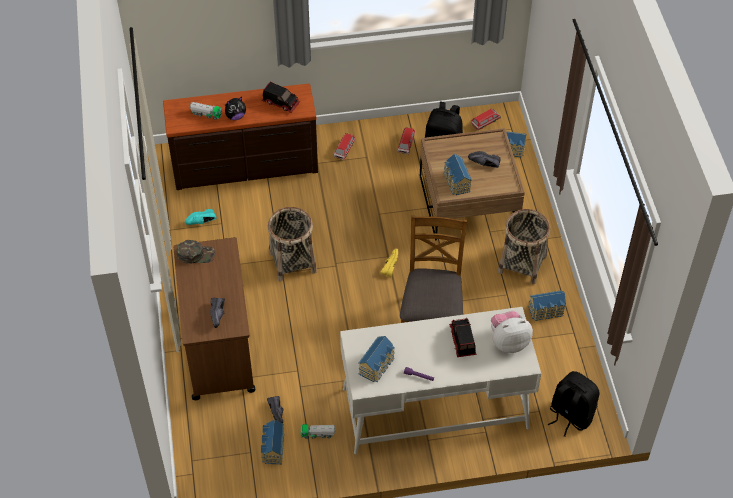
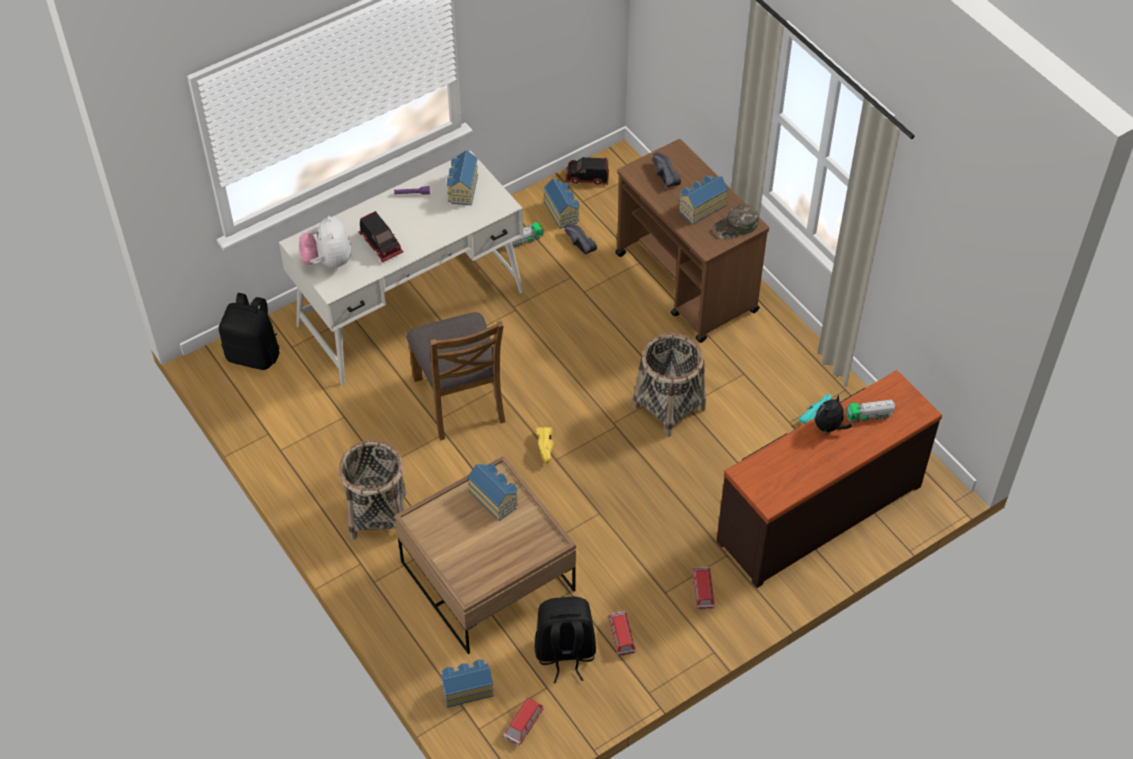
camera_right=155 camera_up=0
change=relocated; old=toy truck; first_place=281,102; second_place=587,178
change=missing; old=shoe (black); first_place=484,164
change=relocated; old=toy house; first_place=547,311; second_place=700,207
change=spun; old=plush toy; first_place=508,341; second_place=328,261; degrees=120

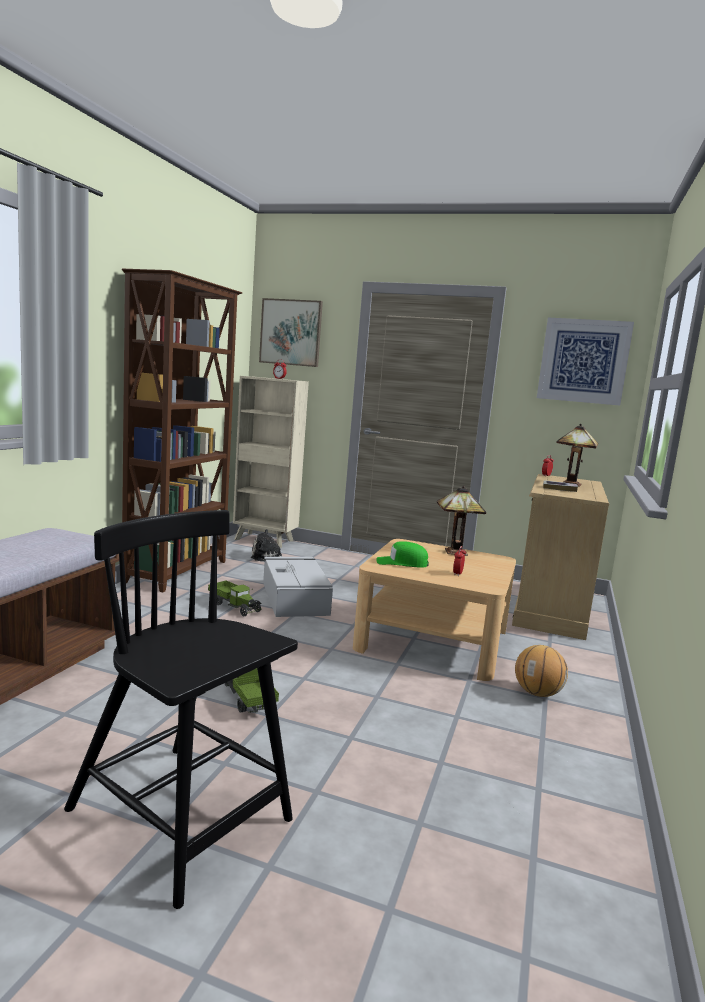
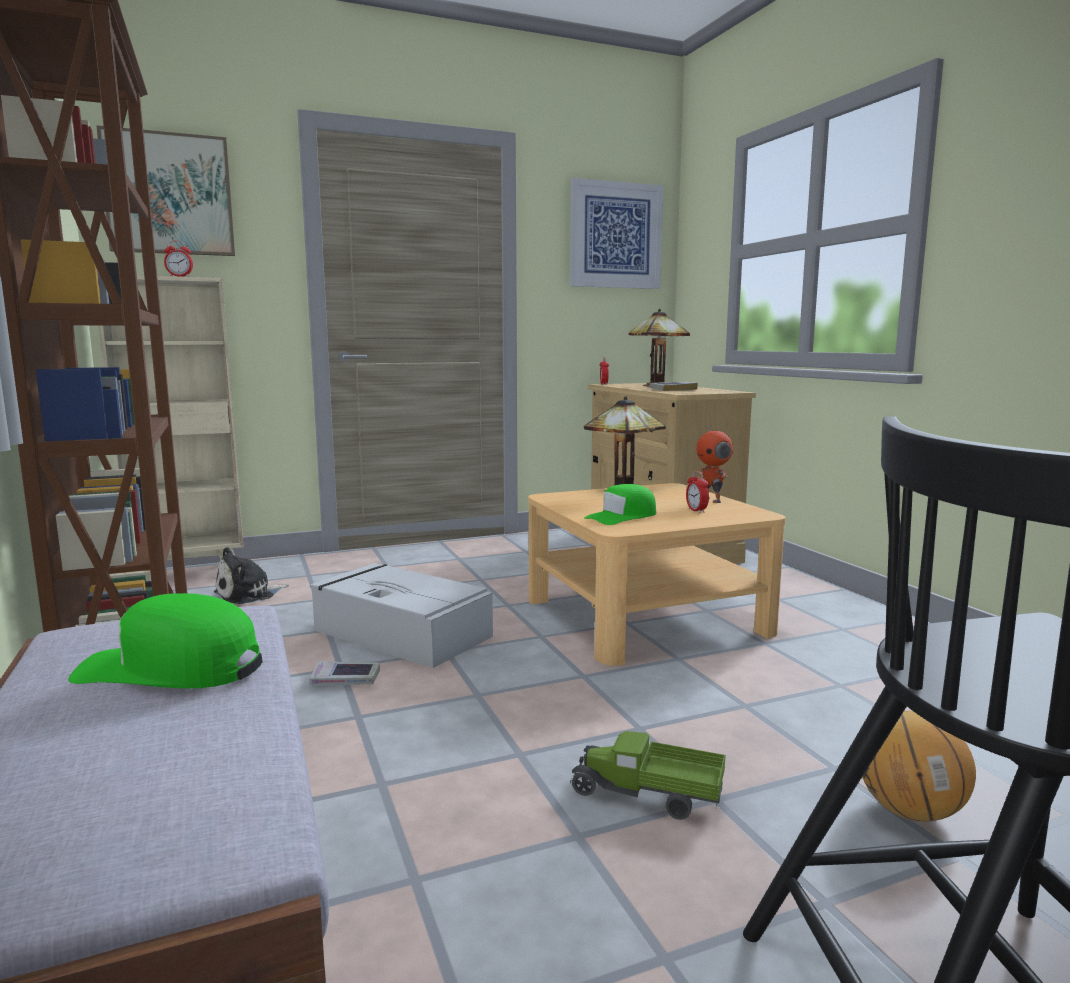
camera_right=-40 camera_up=0
change=exchanged; old=toy truck; new=book; first_place=234,606; second_place=345,679
change=relocated; old=basketball; first_place=537,693; second_place=909,811
change=appeared; new=toy robot; second_place=712,500
change=appeared; new=cap (green); second_place=171,668

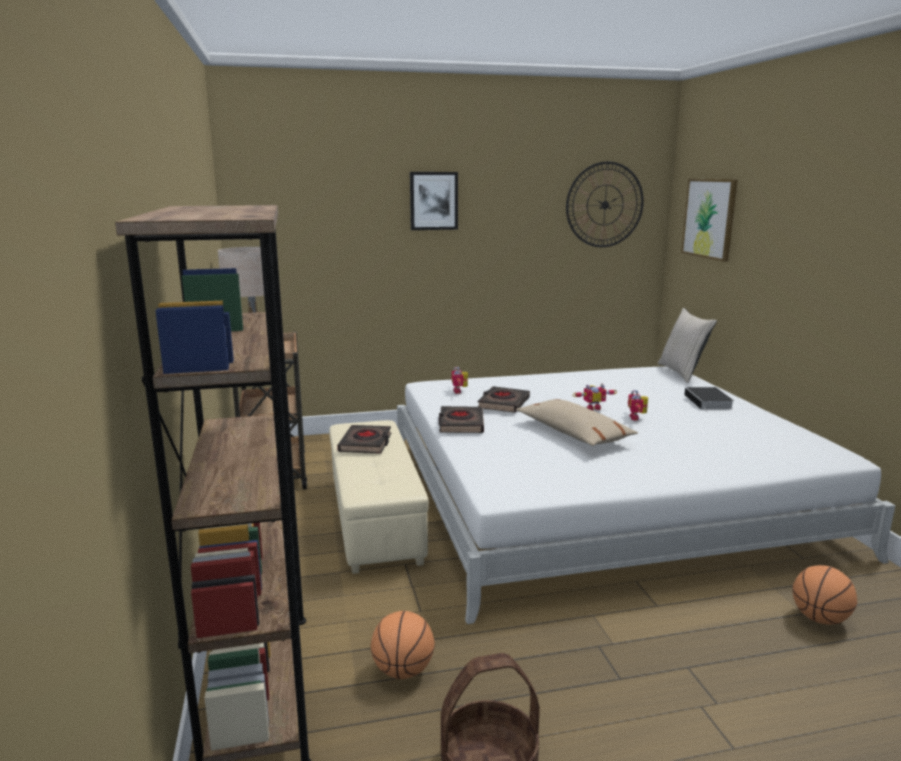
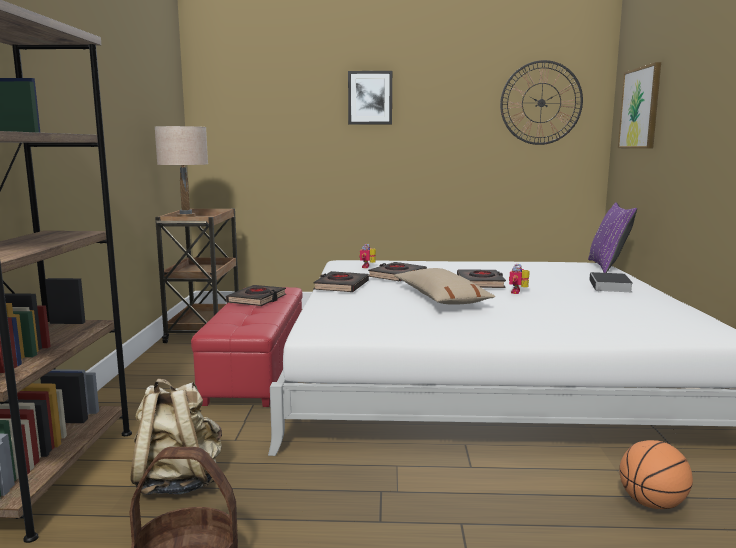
camera_right=15 camera_up=-5
change=colour; old=pillow (beige); new=pillow (purple); first_place=682,373; second_place=608,267
change=exchanged; old=toy robot; new=book (black); first_place=592,408; second_place=480,283
change=colour; old=ottoman (beige); new=ottoman (red); first_place=376,518; second_place=258,369
change=exchanged; old=basketball; new=backpack (beige); first_place=403,671; second_place=178,482

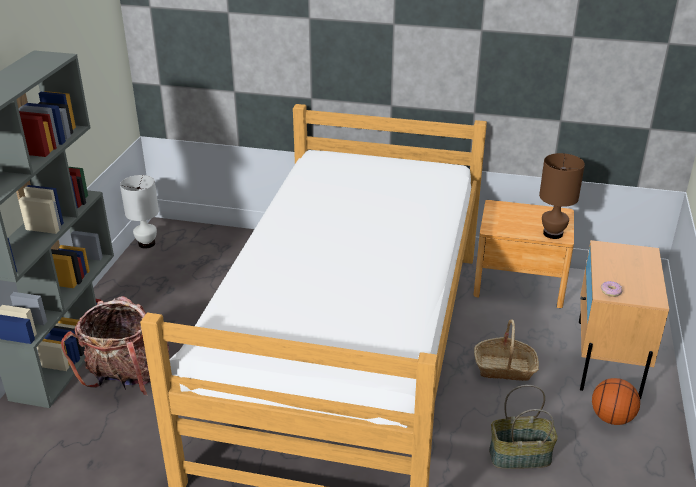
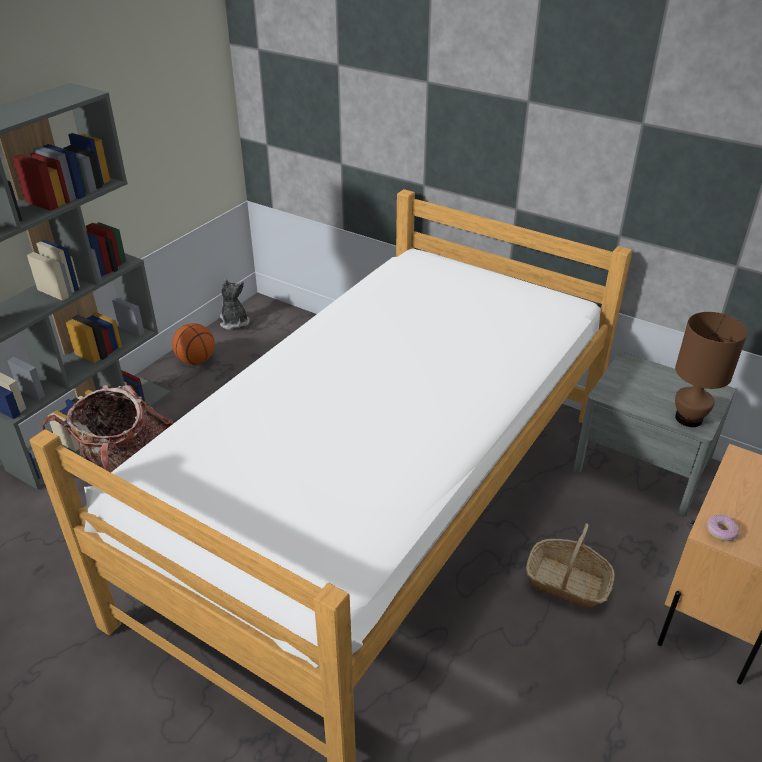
camera_right=20 camera_up=5
change=exchanged; old=table lamp (white); new=plush toy; first_place=146,244; second_place=234,322
change=colour; old=nightstand (brown); new=nightstand (grey); first_place=519,283; second_place=641,467
change=relocated; old=basketball; first_place=611,418; second_place=196,360
change=missing; old=basket; first_place=519,457

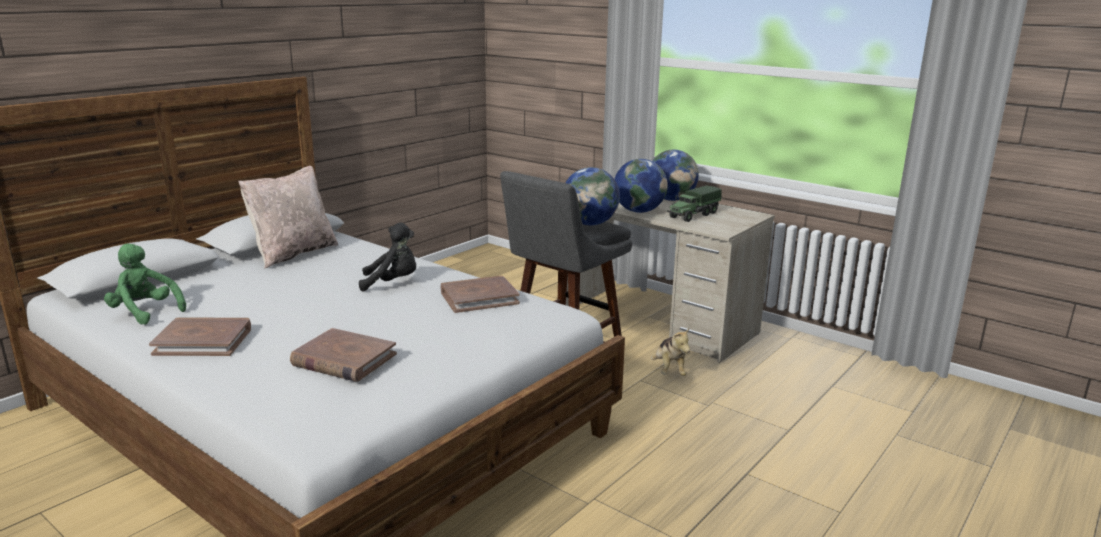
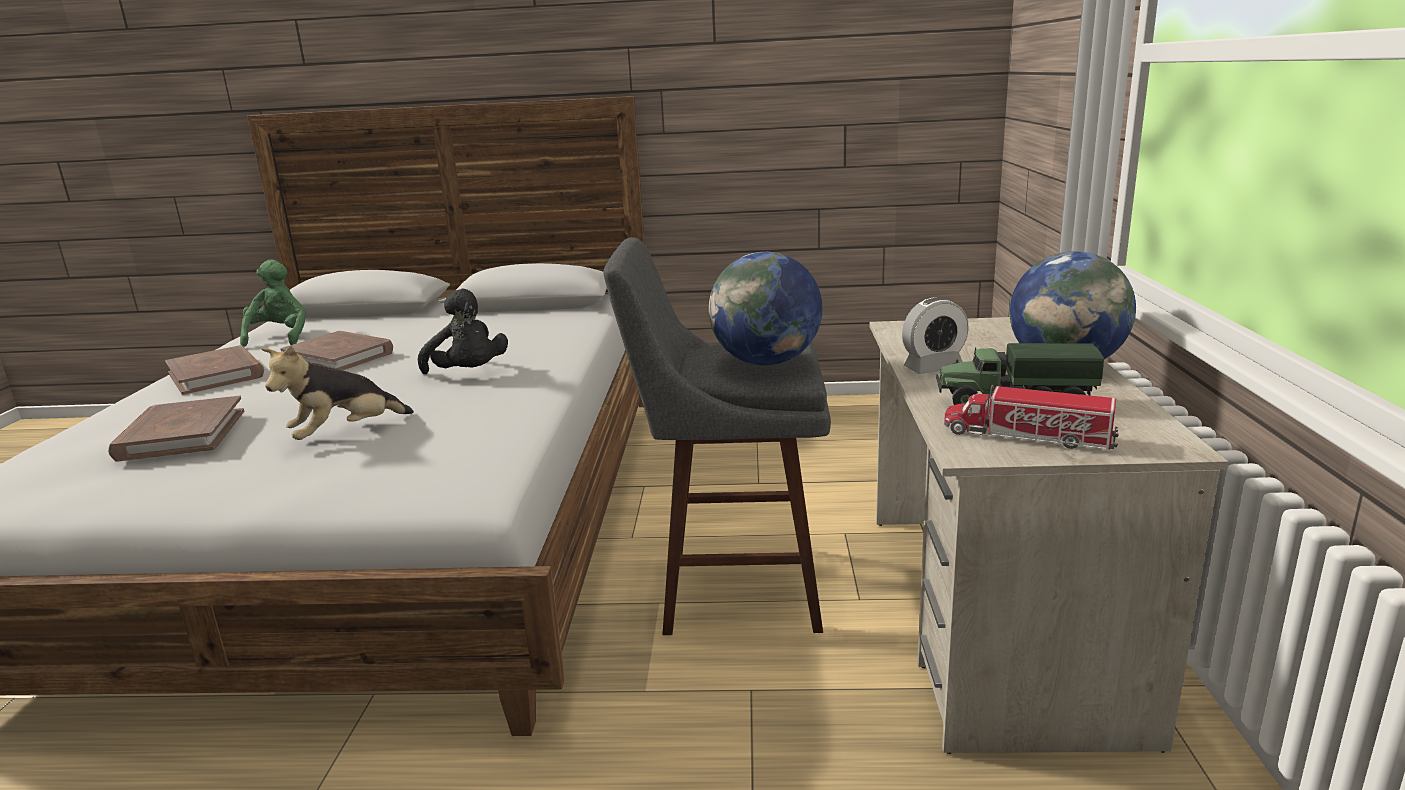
camera_right=55 camera_up=0
change=exchanged; old=globe; new=alarm clock; first_place=638,211; second_place=933,368
change=missing; old=pillow (beige); first_place=293,253
change=relocated; old=book (brown); first_place=479,298; second_place=339,356
change=relocated; old=plush toy; first_place=669,370; second_place=345,434
change=appeared; new=toy truck; second_place=1027,437

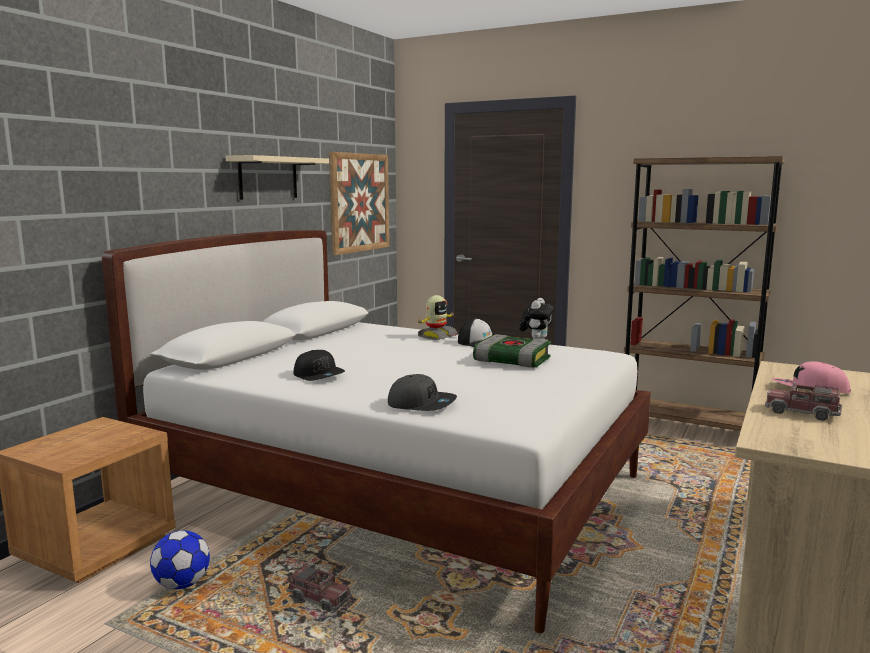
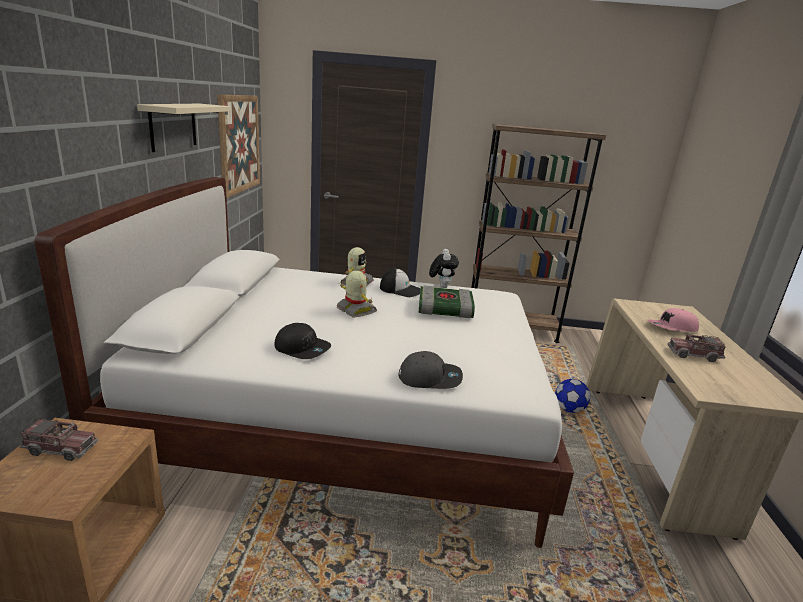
camera_right=-25 camera_up=10
change=relocated; old=football; first_place=182,584; second_place=569,409
change=relocated; old=toy truck; first_place=319,599; second_place=61,448
change=appeared; new=toy robot; second_place=355,310

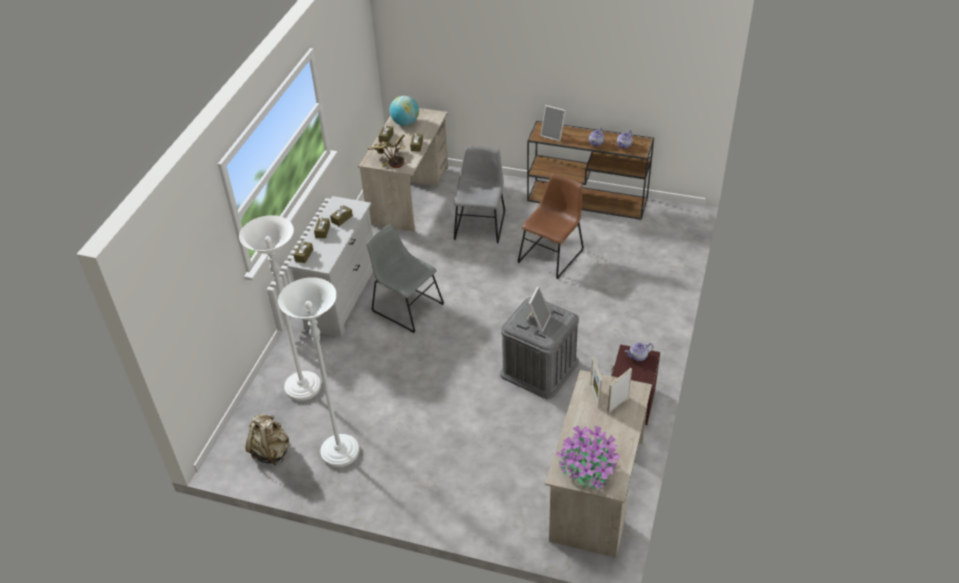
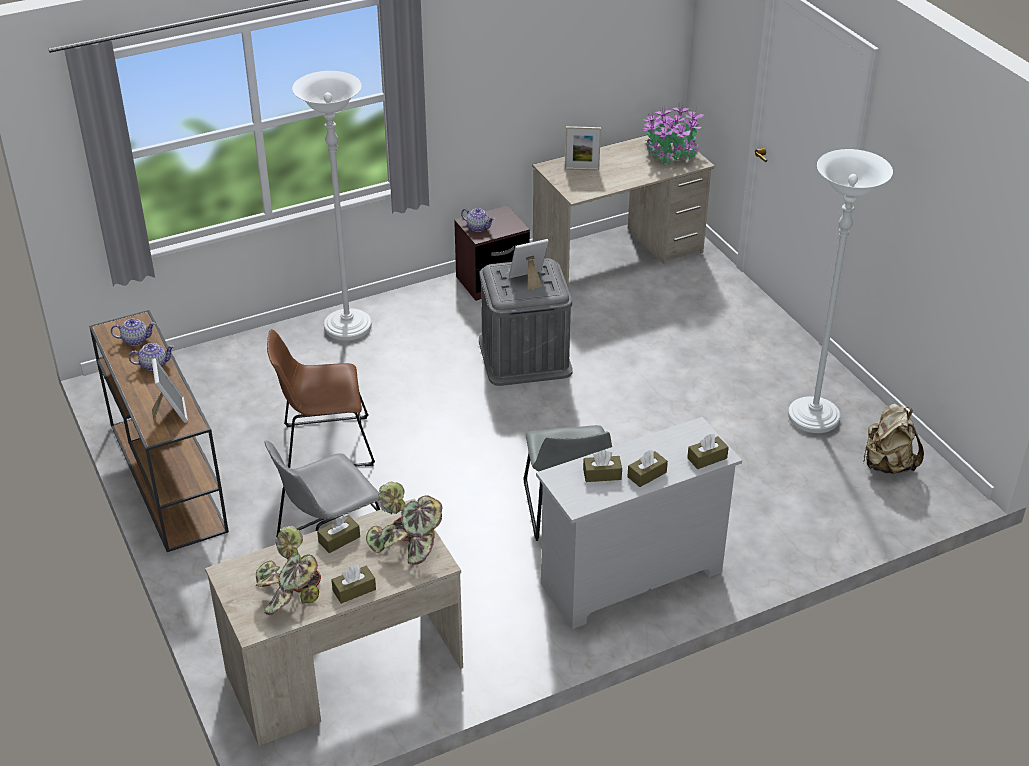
camera_right=-135 camera_up=-5
change=exchanged; old=globe; new=potted plant; first_place=405,123; second_place=289,596
change=relocated; old=floor lamp (white); first_place=303,388; second_place=348,327
change=missing; old=picture frame; first_place=594,396

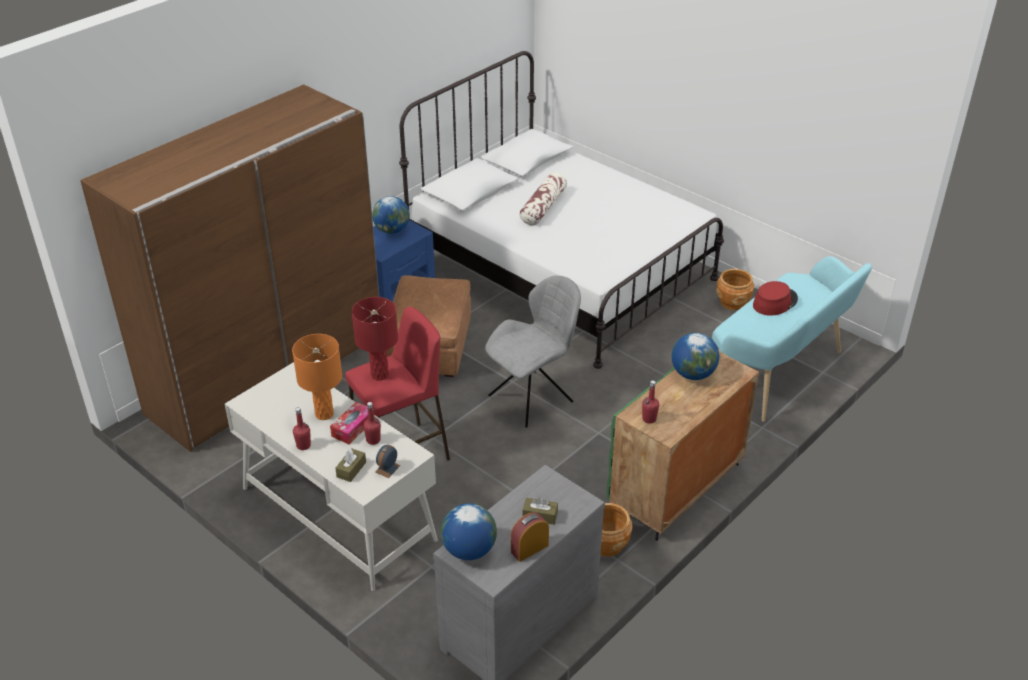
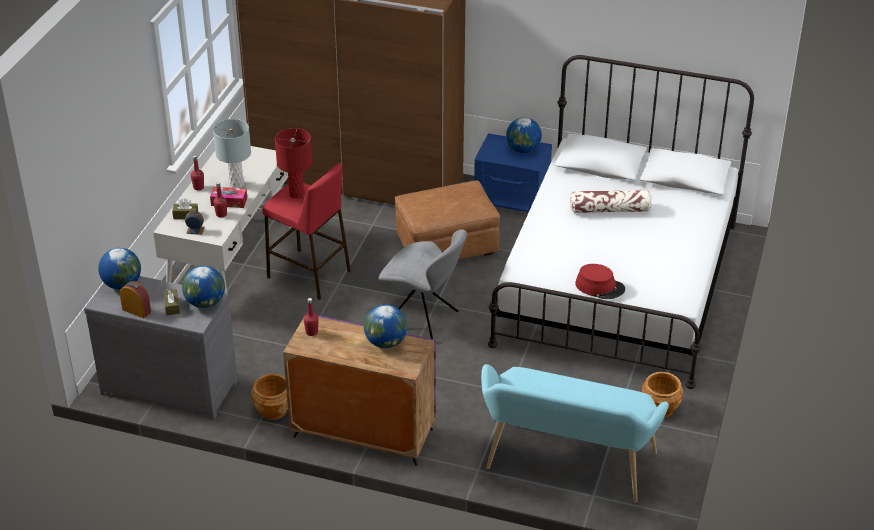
camera_right=65 camera_up=0
change=relocated; old=hat (red); first_place=774,302; second_place=600,287
change=colour; old=table lamp (orange); new=table lamp (grey); first_place=324,414; second_place=236,184
change=colour; old=cabinet (green); new=cabinet (purple); first_place=676,488; second_place=362,433
change=appeared; new=globe; second_place=205,303

